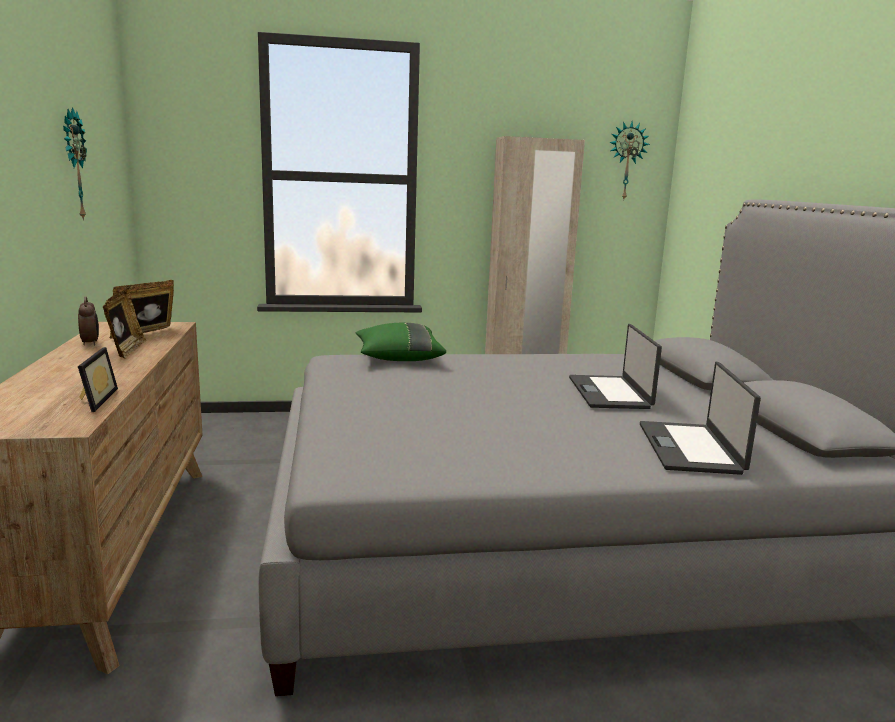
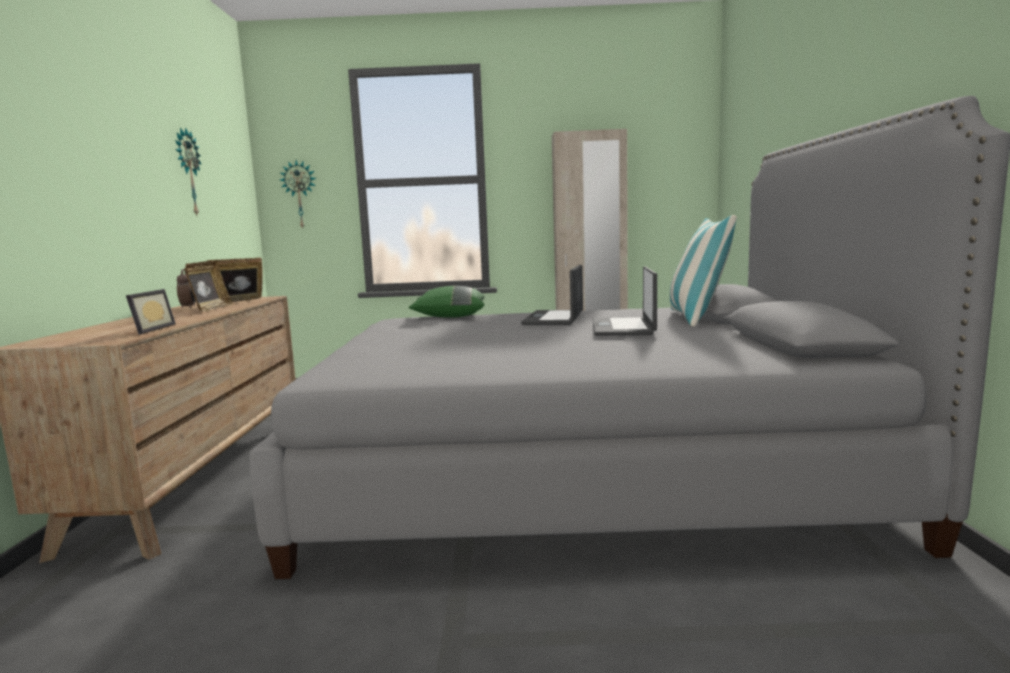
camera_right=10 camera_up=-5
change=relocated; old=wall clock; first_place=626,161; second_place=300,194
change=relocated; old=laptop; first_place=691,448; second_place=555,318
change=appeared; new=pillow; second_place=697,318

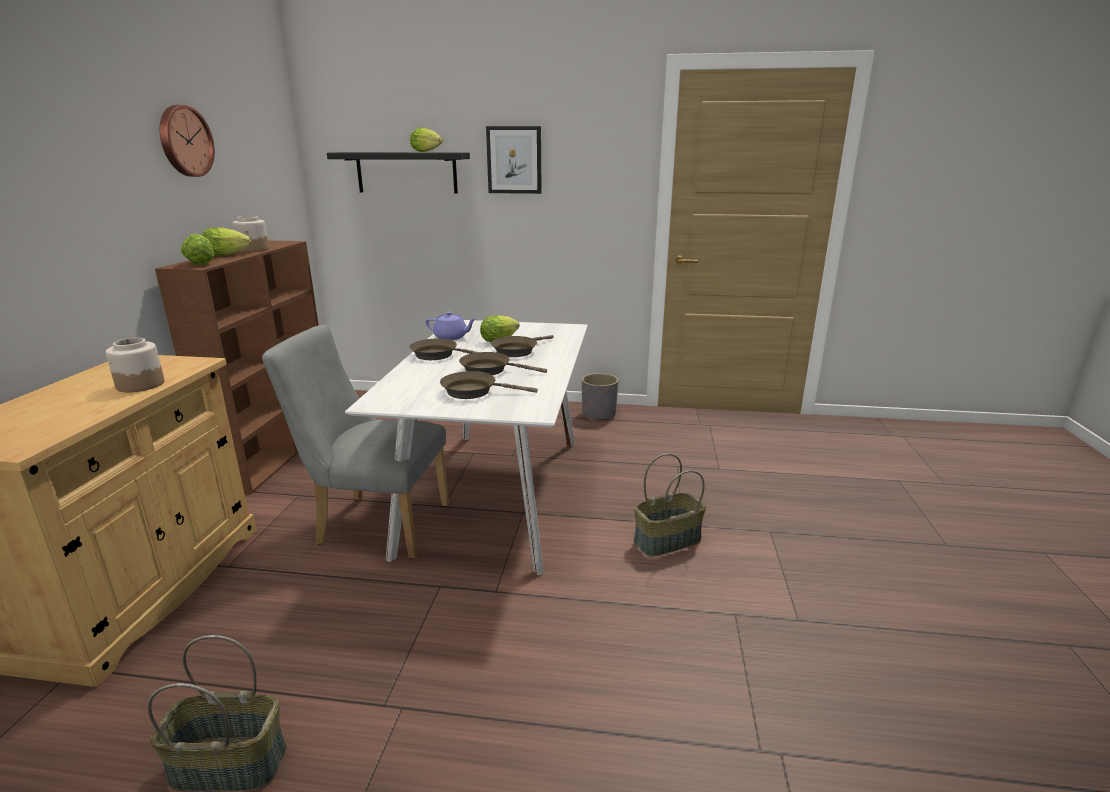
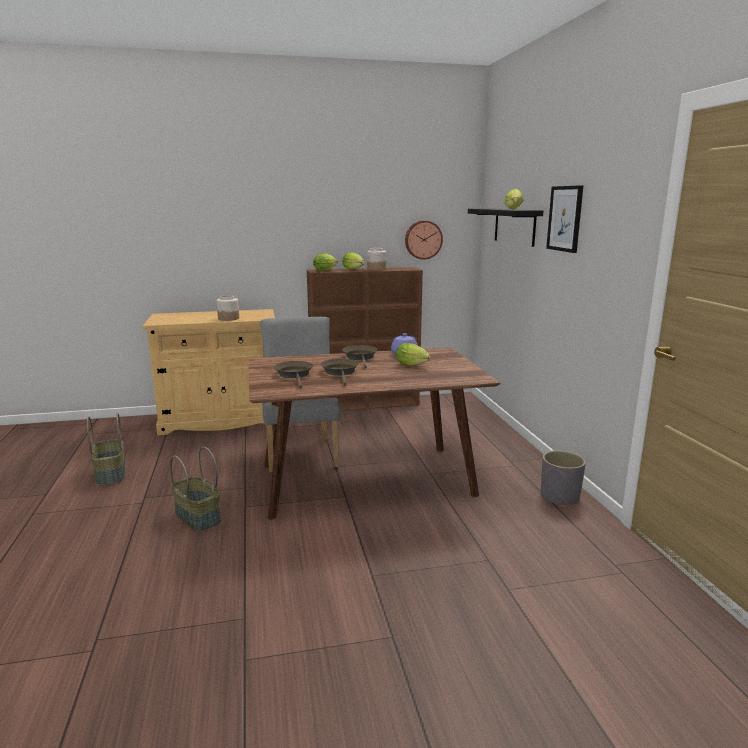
camera_right=70 camera_up=-5
change=relocated; old=wall clock; first_place=184,141; second_place=423,239
change=colour; old=dining table (white); new=dining table (brown); first_place=494,492; second_place=366,479
change=missing; old=frying pan (brown); first_place=517,351
change=relocated; old=basket; first_place=667,541; second_place=196,517

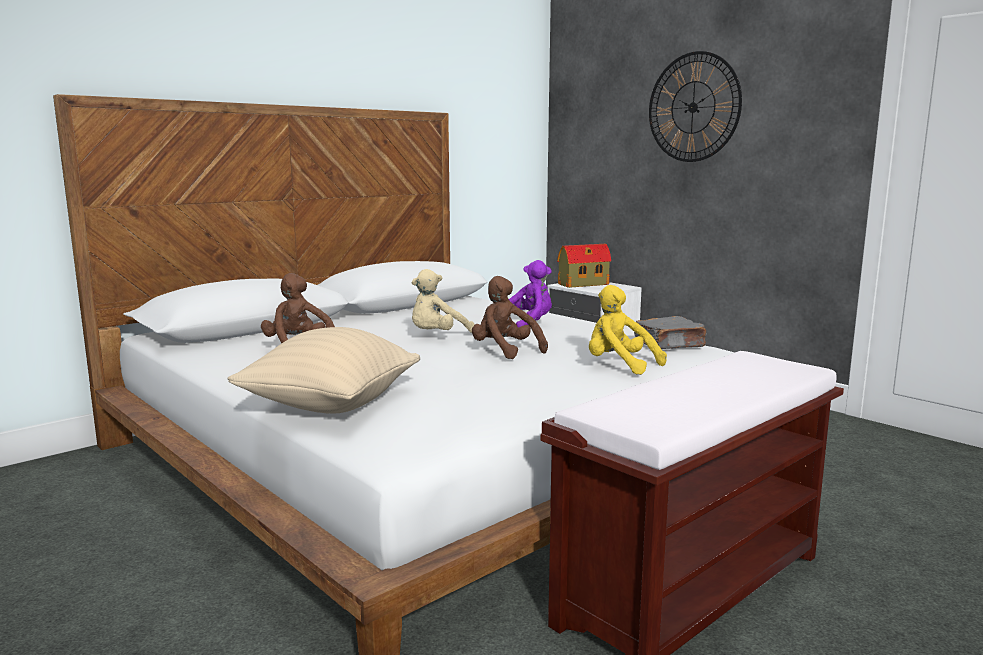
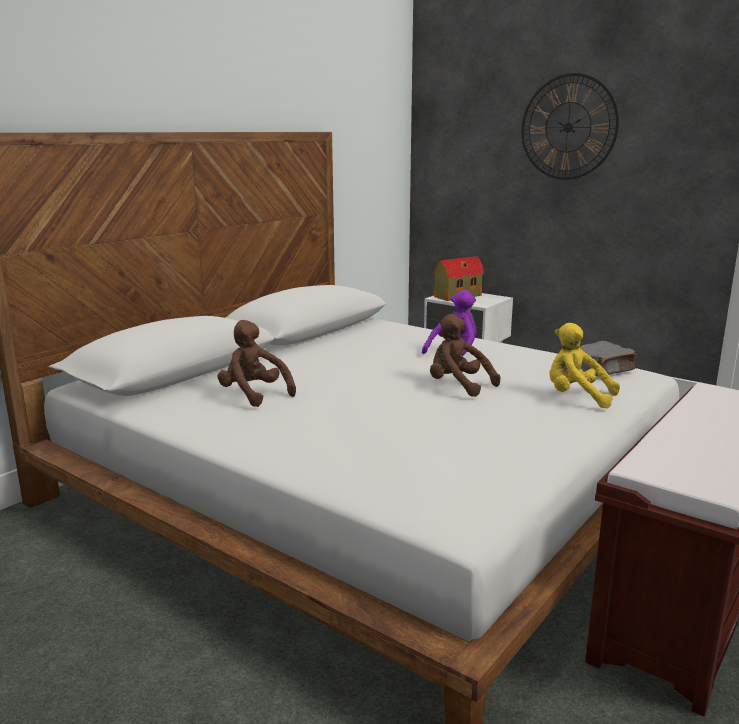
camera_right=-10 camera_up=5
change=missing; old=plush toy (beige); first_place=438,337
change=missing; old=pillow (beige); first_place=331,405

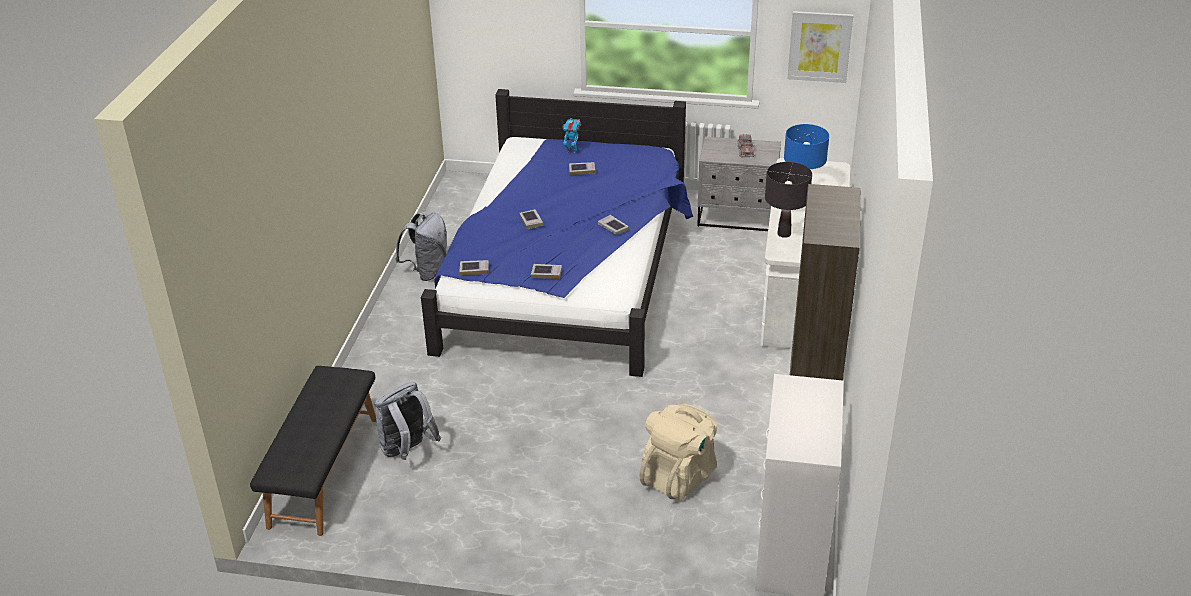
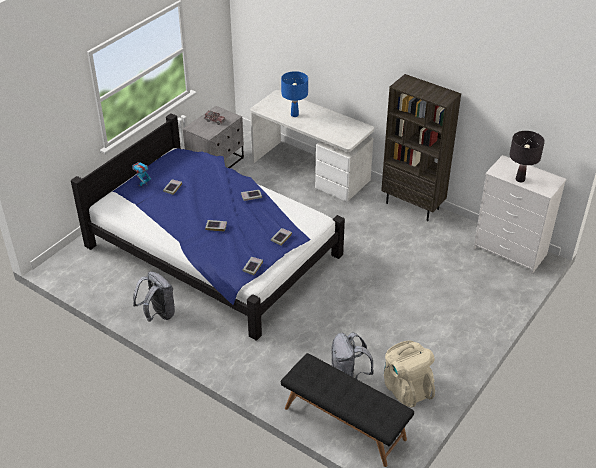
camera_right=-65 camera_up=5
change=missing; old=picture; first_place=819,46
change=relocated; old=table lamp (black); first_place=784,234; second_place=520,179
change=relocated; old=backpack (beige); first_place=679,476; second_place=406,388

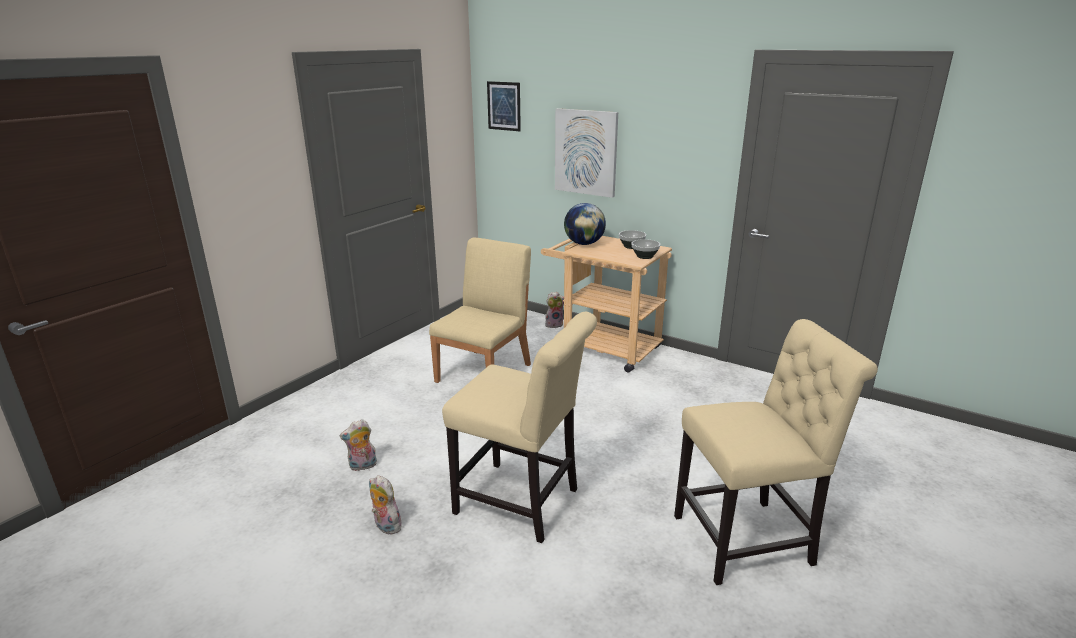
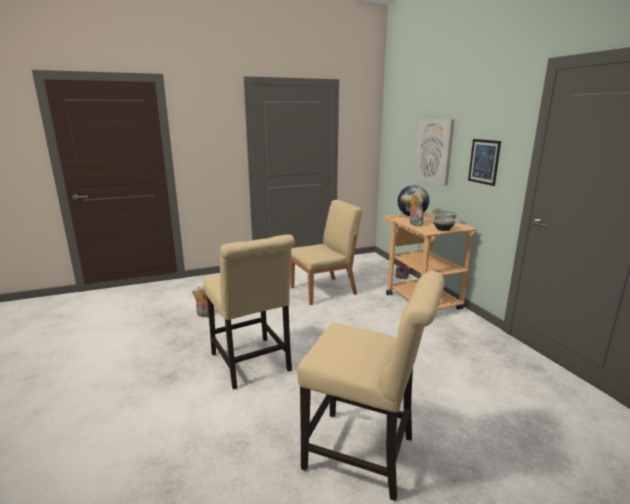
camera_right=35 camera_up=-5
change=relocated; old=picture; first_place=504,106; second_place=484,161
change=relocated; old=plush toy; first_place=385,526; second_place=414,224

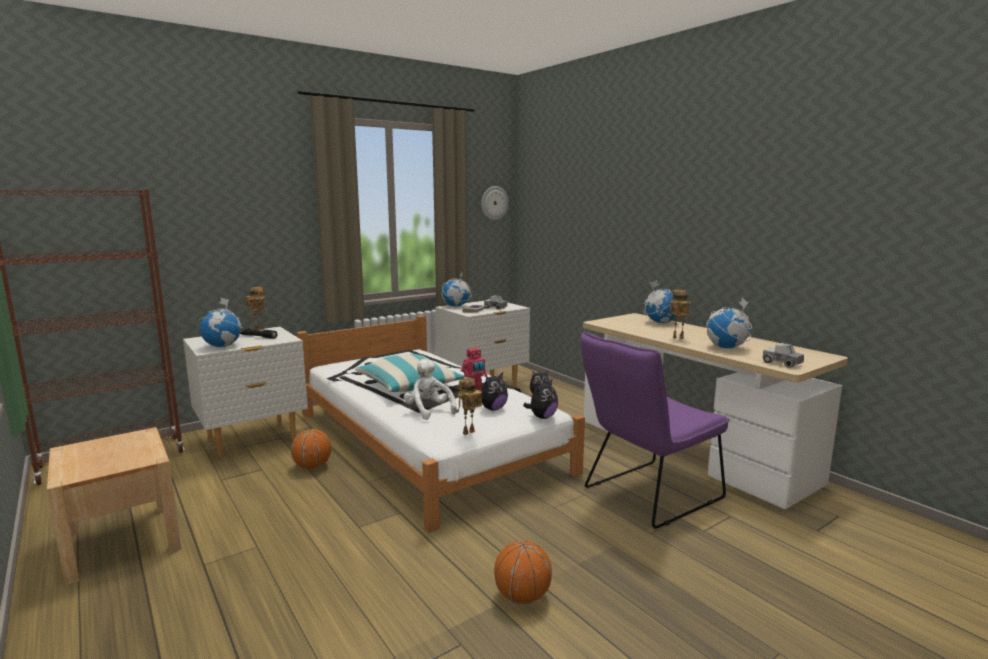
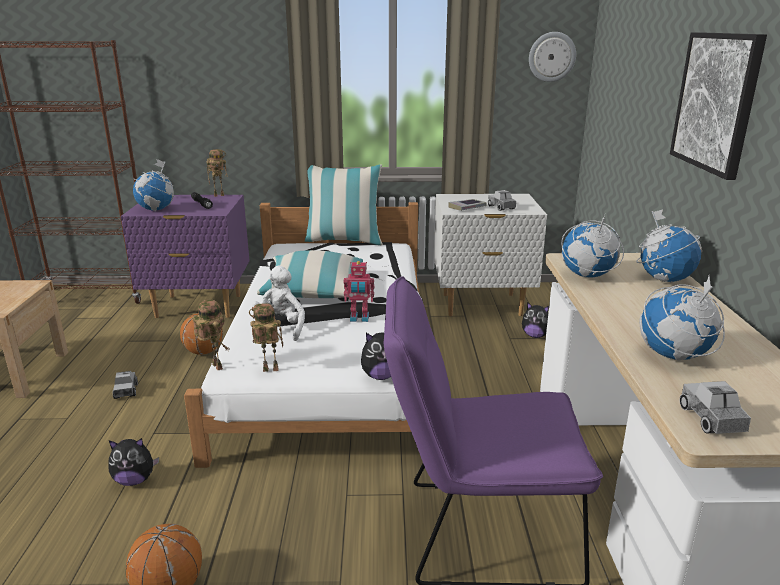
camera_right=35 camera_up=10
change=relocated; old=globe; first_place=456,306; second_place=587,276
change=relocated; old=toy robot; first_place=677,338; second_place=215,366
change=colour; old=nightstand (white); new=nightstand (purple); first_place=252,440; second_place=198,307
change=relocated; old=plush toy; first_place=492,409; second_place=135,480
change=appeared; new=picture; second_place=716,102
change=appeared; new=pillow; second_place=344,240
change=appeared; new=toy truck; second_place=126,390

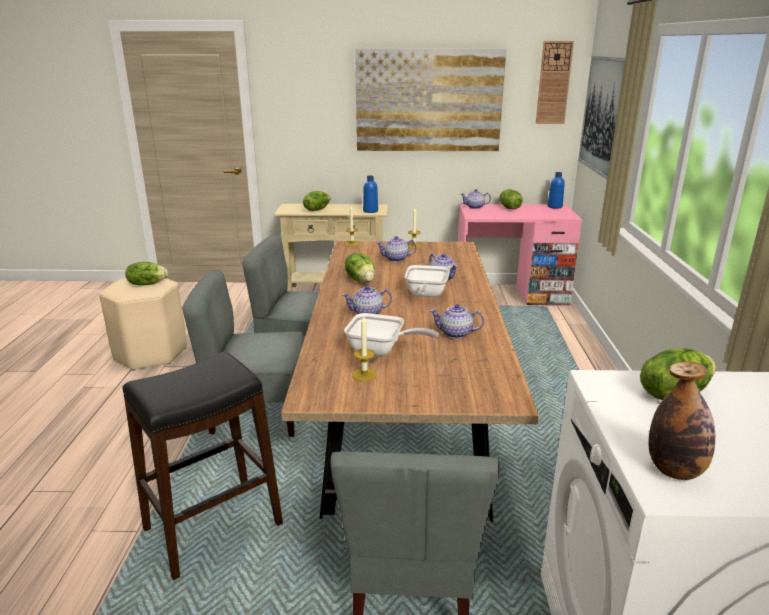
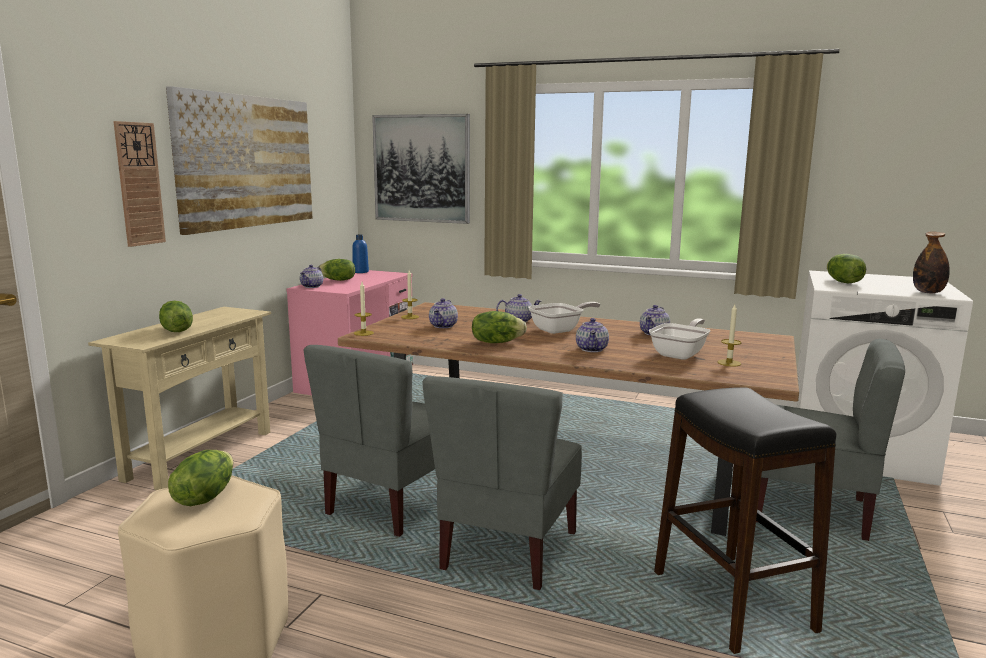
camera_right=-70 camera_up=-10
change=relocated; old=wall clock; first_place=553,83; second_place=139,184
change=missing; old=bottle (blue); first_place=370,211
change=spun; old=frying pan; first_place=425,295; second_place=560,330; degrees=-60

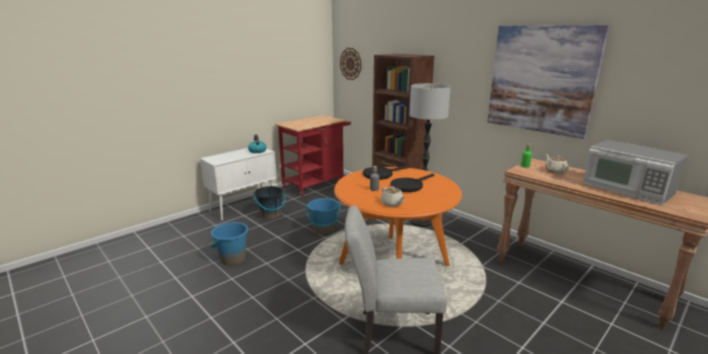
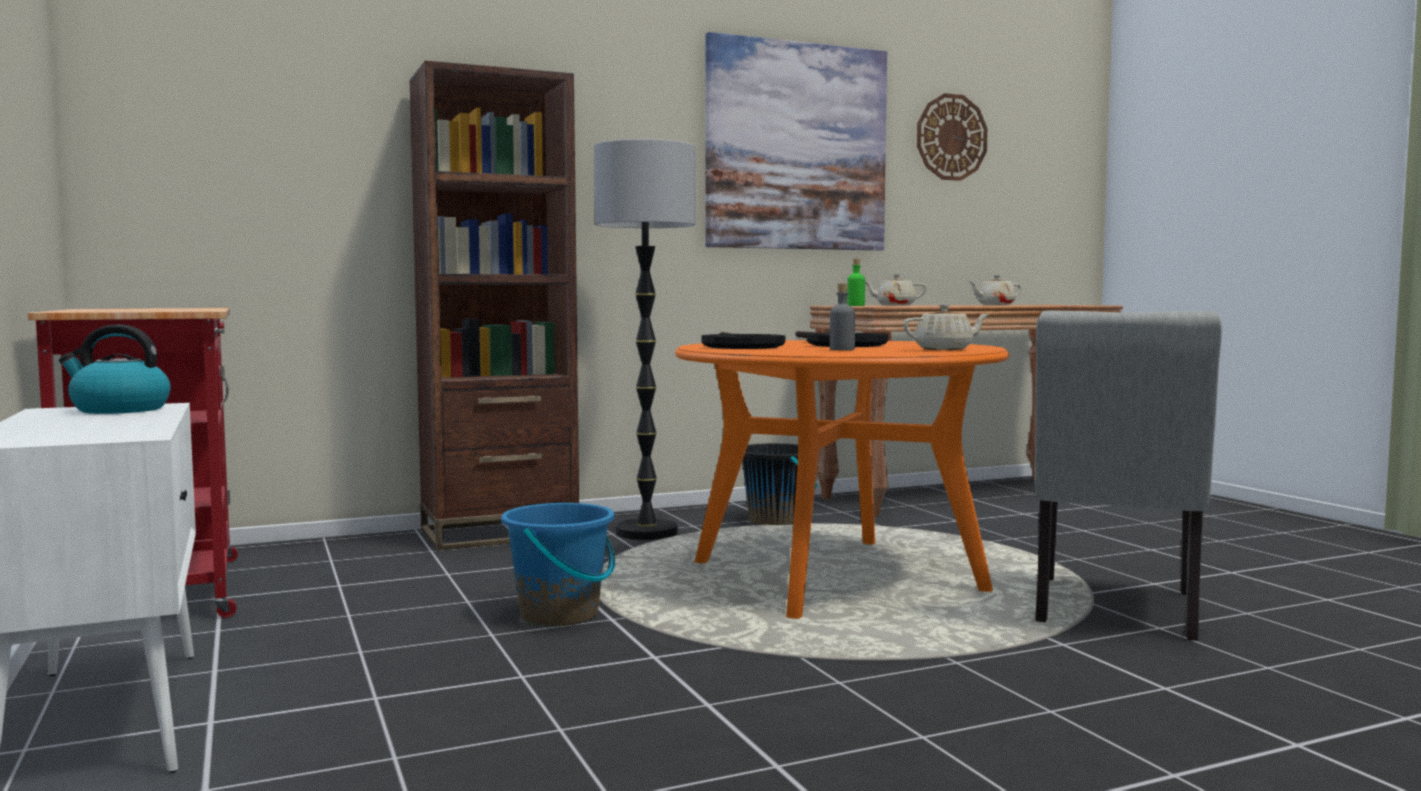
camera_right=-70 camera_up=-15
change=relocated; old=wall clock; first_place=350,63; second_place=951,137
change=exchanged; old=microwave; new=teapot (beige); first_place=627,189; second_place=995,305
change=relocated; old=bucket (black); first_place=270,215; second_place=776,521
change=missing; old=bucket (blue); first_place=233,258

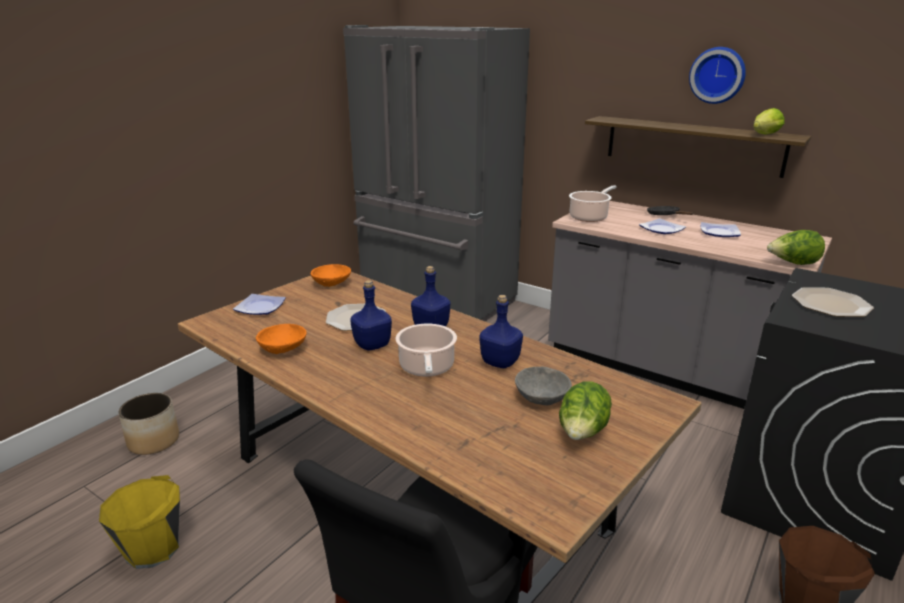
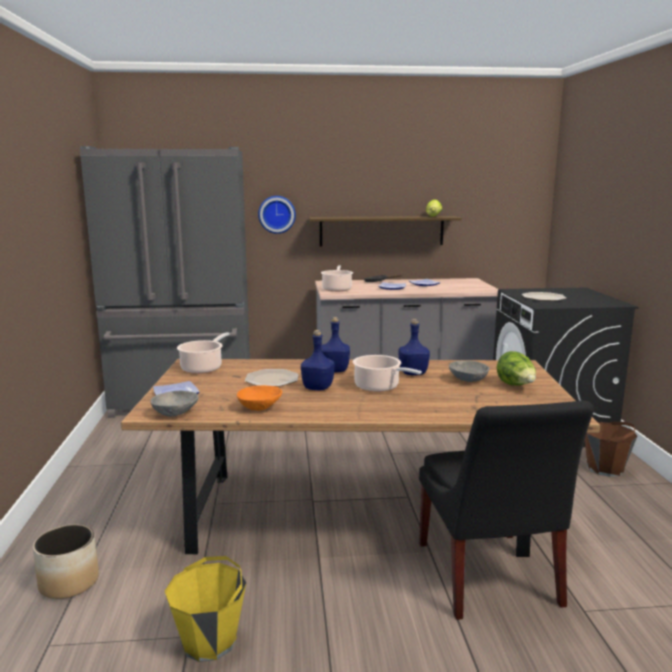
camera_right=-40 camera_up=-10
change=relocated; old=wall clock; first_place=718,75; second_place=277,214
change=missing; old=lettuce; first_place=792,264
change=exchanged; old=bowl (orange); new=cooking pot; first_place=332,284; second_place=203,368
change=appeared; new=bowl (grey); second_place=176,413

